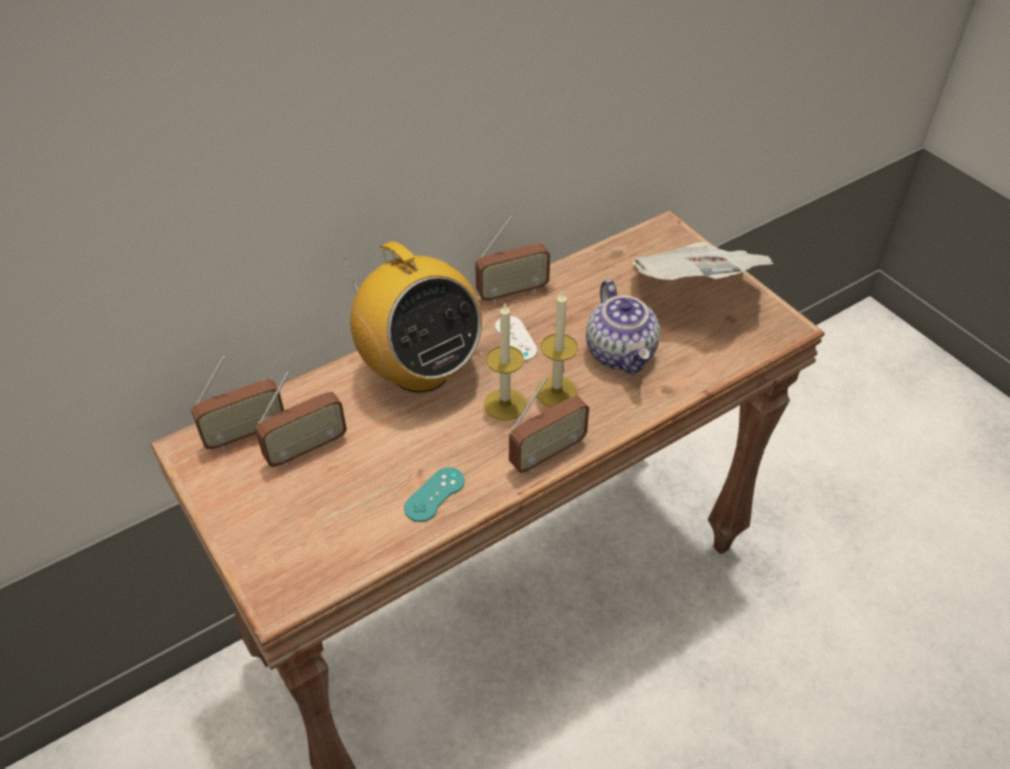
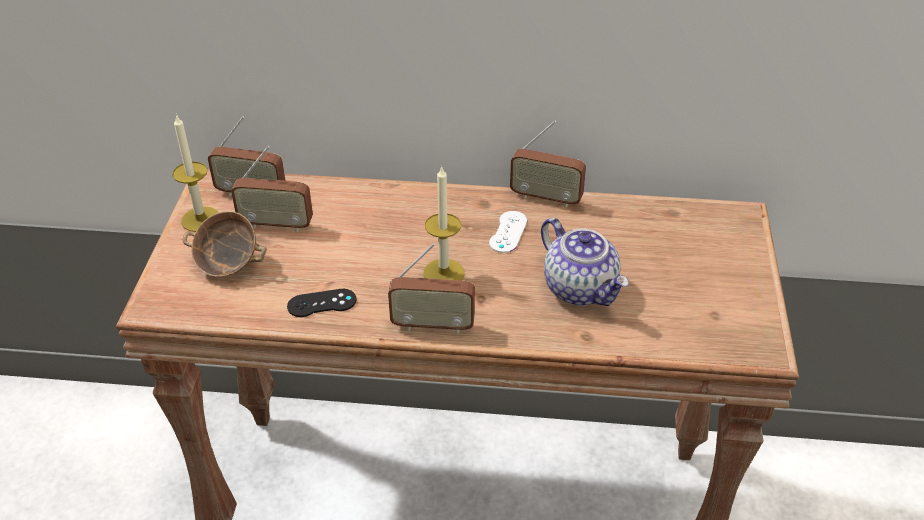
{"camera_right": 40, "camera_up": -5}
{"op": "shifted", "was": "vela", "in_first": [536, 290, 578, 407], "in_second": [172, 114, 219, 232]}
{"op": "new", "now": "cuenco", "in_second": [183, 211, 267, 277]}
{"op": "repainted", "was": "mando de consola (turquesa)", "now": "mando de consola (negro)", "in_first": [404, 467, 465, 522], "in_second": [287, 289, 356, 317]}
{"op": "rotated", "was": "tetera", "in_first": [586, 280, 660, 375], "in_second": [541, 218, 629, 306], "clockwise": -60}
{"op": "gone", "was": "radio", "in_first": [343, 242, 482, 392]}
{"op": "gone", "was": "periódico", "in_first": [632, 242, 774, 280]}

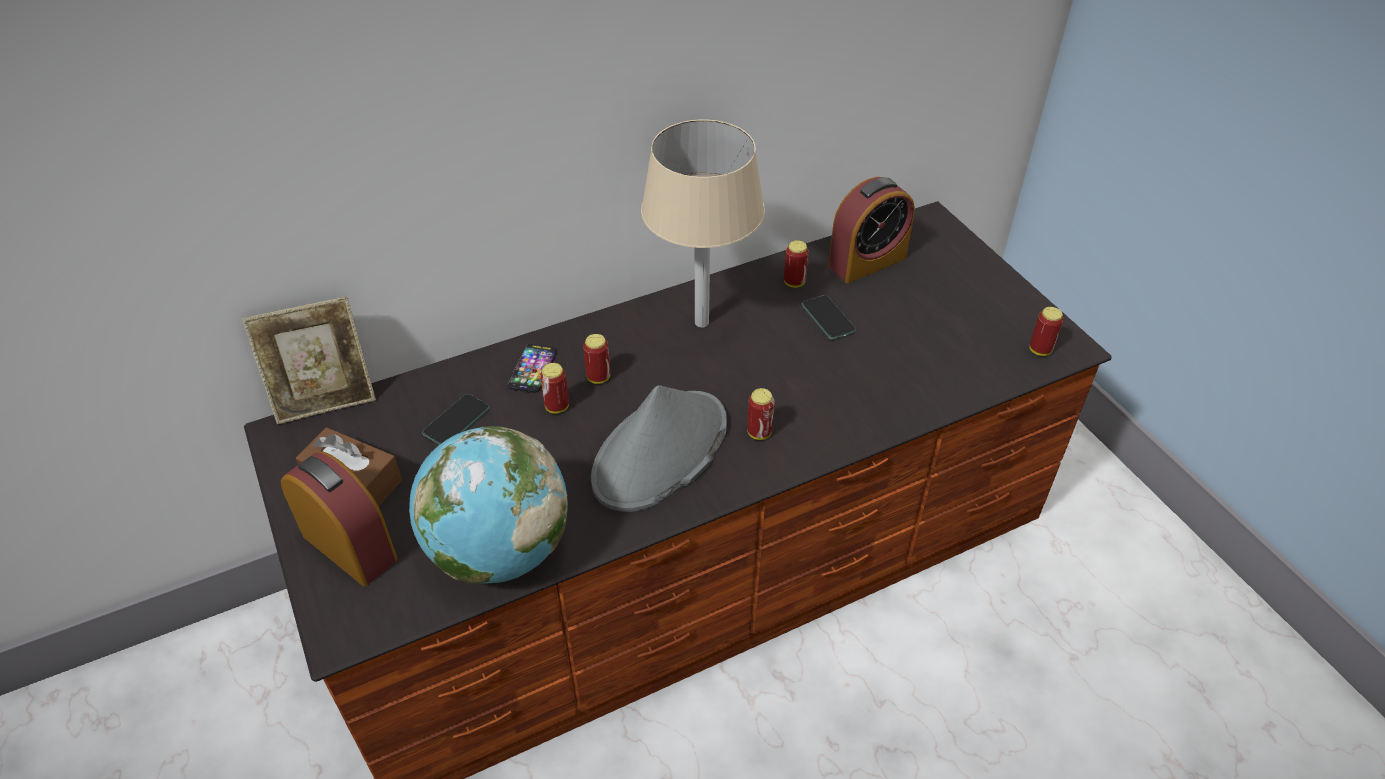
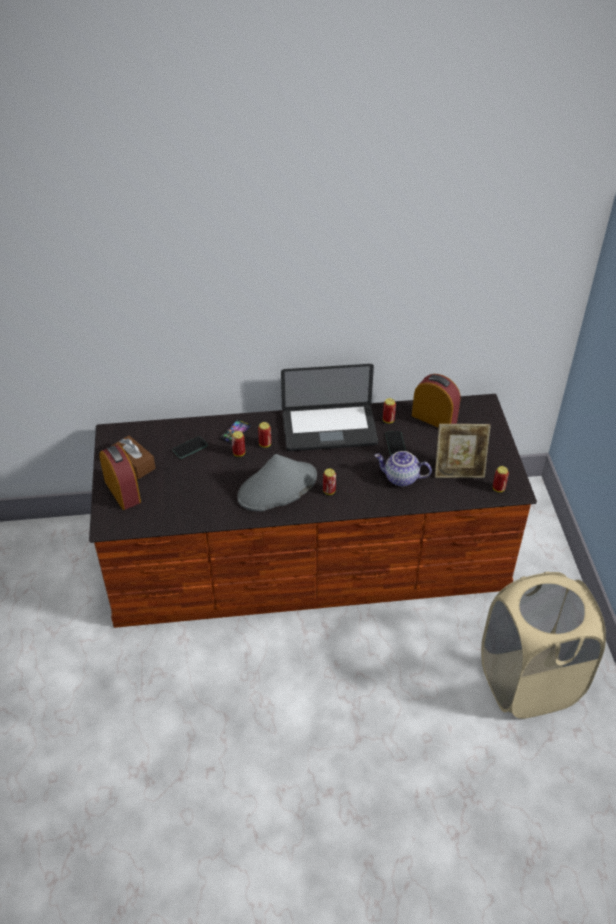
{"camera_right": 20, "camera_up": 0}
{"op": "swapped", "was": "lámpara de mesa (beis)", "now": "portátil", "in_first": [641, 119, 765, 328], "in_second": [281, 364, 378, 451]}
{"op": "new", "now": "tetera", "in_second": [374, 451, 432, 487]}
{"op": "rotated", "was": "despertador", "in_first": [828, 177, 915, 283], "in_second": [412, 374, 461, 428], "clockwise": -135}
{"op": "shifted", "was": "portarretratos", "in_first": [242, 297, 376, 424], "in_second": [435, 424, 491, 478]}
{"op": "new", "now": "cesto de la ropa (beis)", "in_second": [481, 571, 606, 719]}
{"op": "gone", "was": "globo terráqueo", "in_first": [409, 426, 568, 584]}

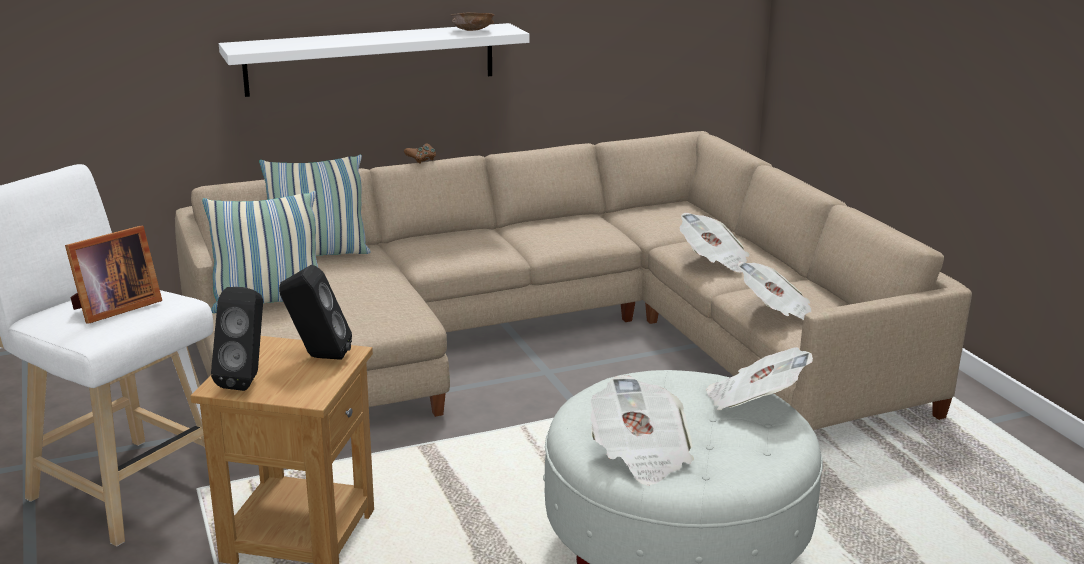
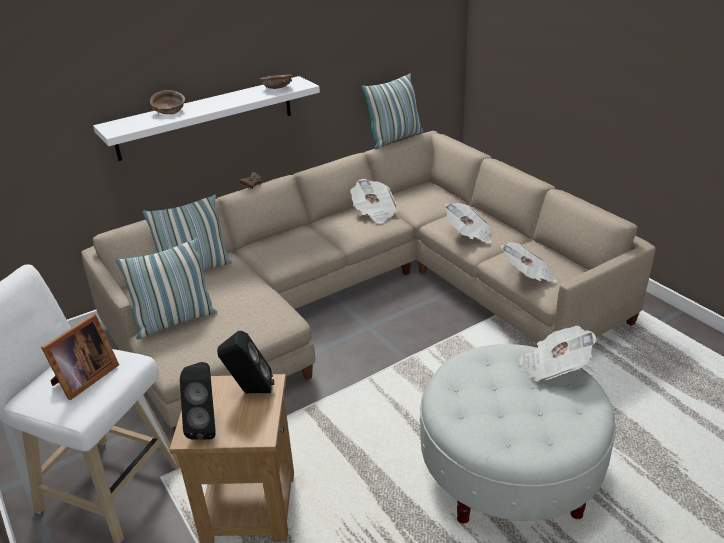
{"camera_right": -10, "camera_up": 10}
{"op": "new", "now": "cuenco (marrón)", "in_second": [150, 90, 185, 114]}
{"op": "shifted", "was": "periódico", "in_first": [590, 375, 694, 486], "in_second": [350, 179, 398, 224]}
{"op": "new", "now": "cojín", "in_second": [362, 73, 423, 150]}

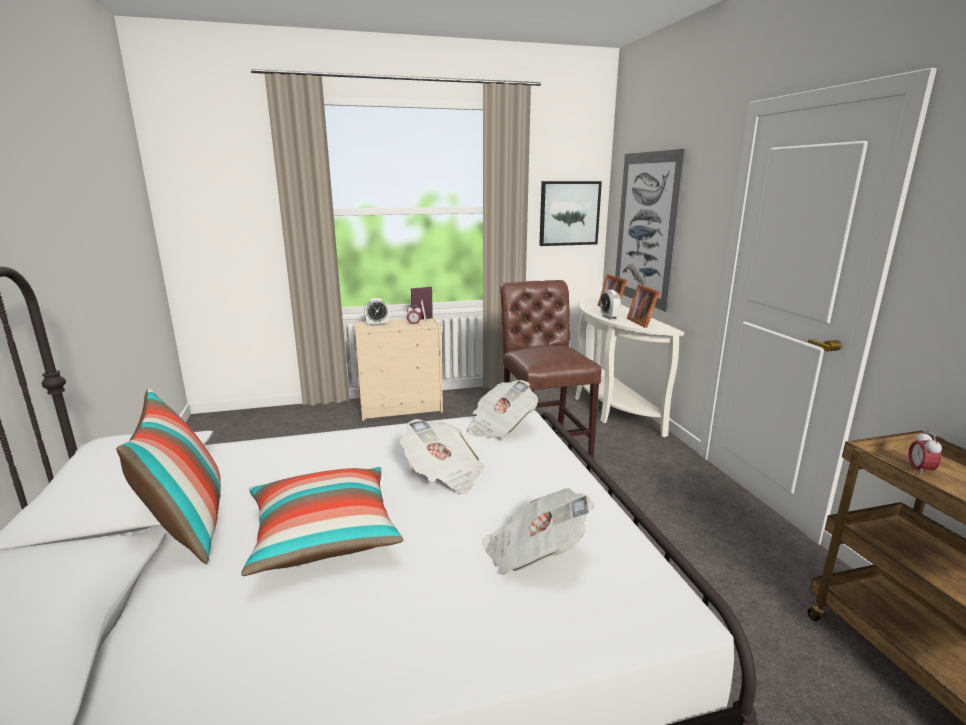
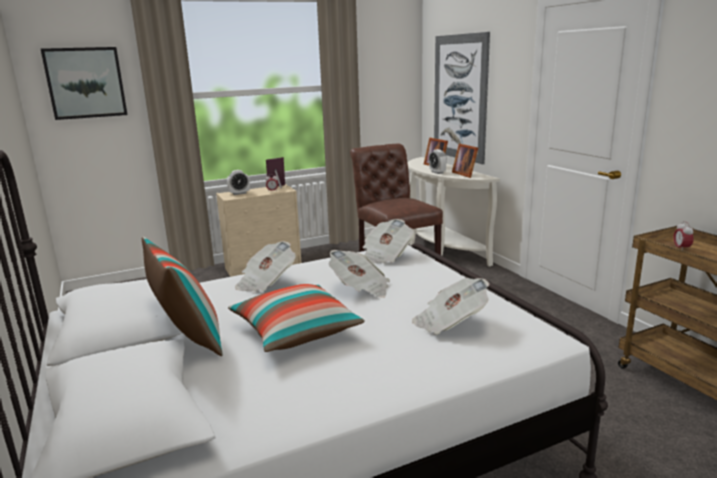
{"camera_right": -10, "camera_up": 0}
{"op": "shifted", "was": "cuadro", "in_first": [539, 181, 602, 246], "in_second": [41, 47, 127, 120]}
{"op": "new", "now": "periódico", "in_second": [235, 241, 296, 292]}

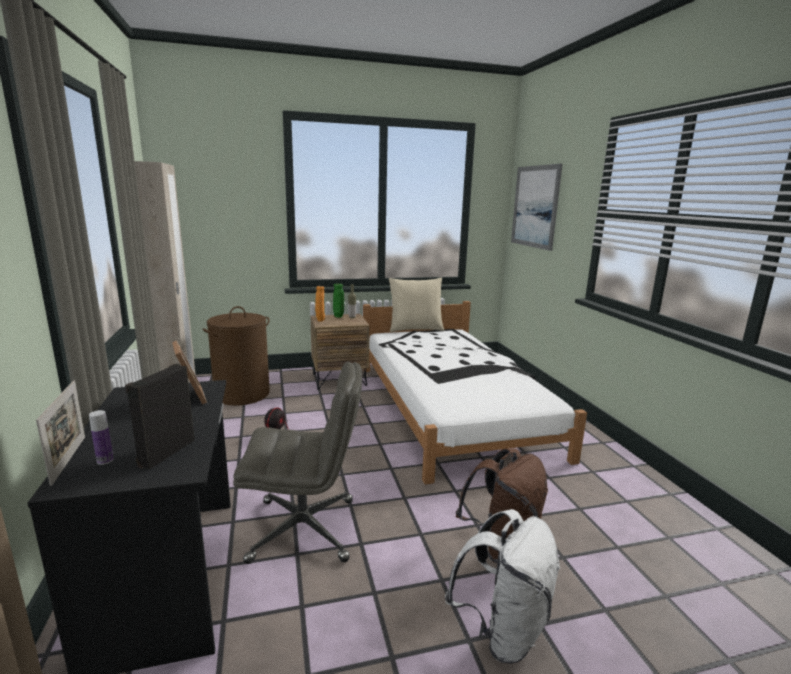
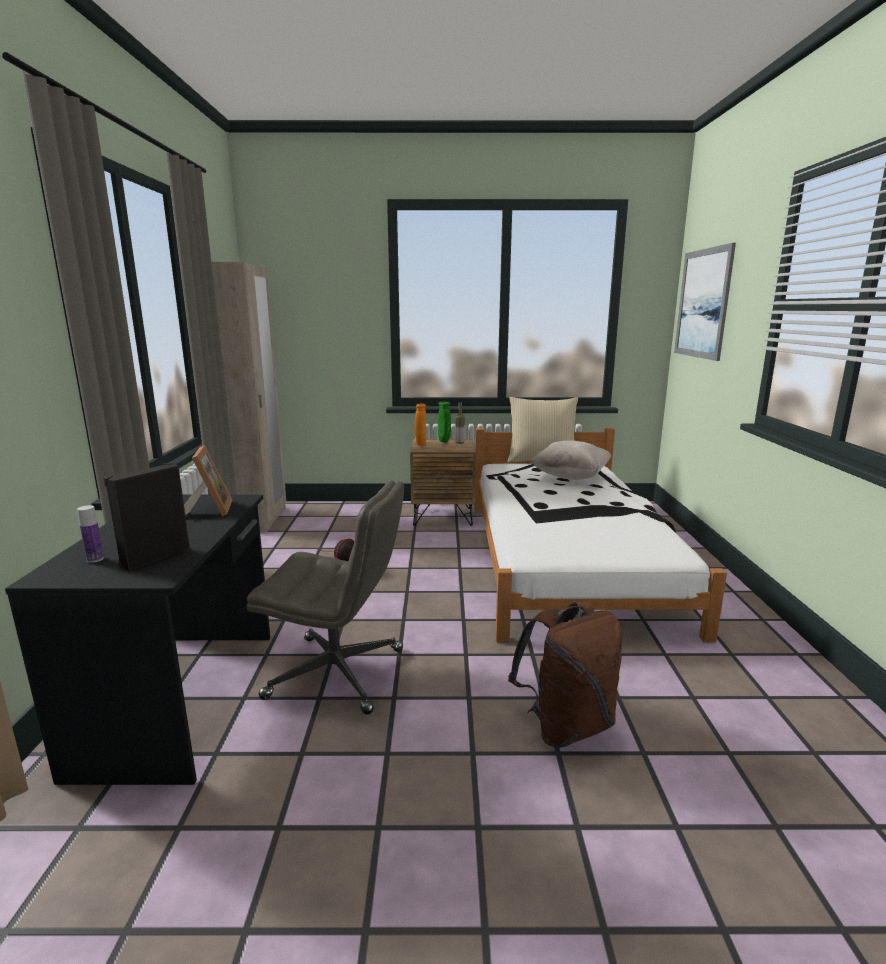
{"camera_right": 15, "camera_up": 0}
{"op": "new", "now": "cojín (beis)", "in_second": [530, 440, 611, 480]}
{"op": "gone", "was": "portarretratos", "in_first": [36, 380, 85, 486]}
{"op": "gone", "was": "cesto de la ropa (marrón)", "in_first": [202, 306, 270, 406]}
{"op": "gone", "was": "mochila (blanco)", "in_first": [445, 509, 561, 664]}

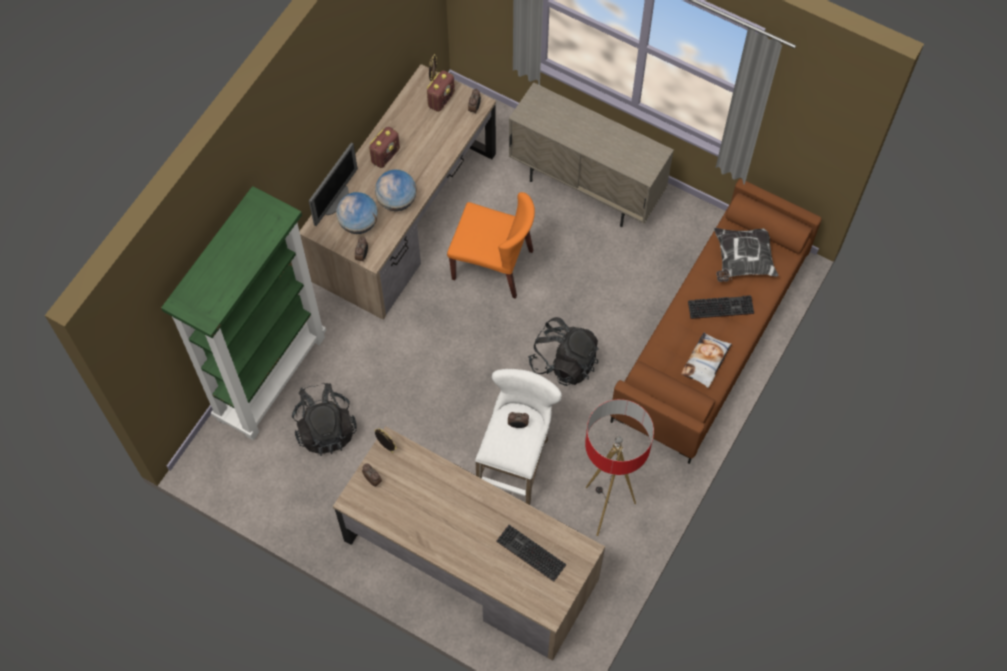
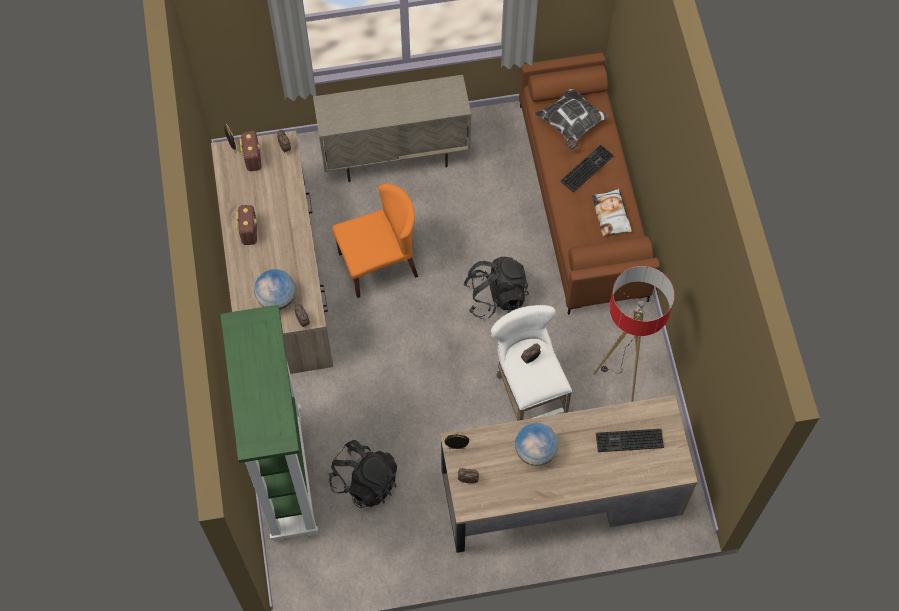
{"camera_right": -40, "camera_up": 0}
{"op": "shifted", "was": "globo terráqueo", "in_first": [375, 170, 417, 211], "in_second": [515, 423, 558, 466]}
{"op": "gone", "was": "monitor", "in_first": [309, 143, 358, 226]}

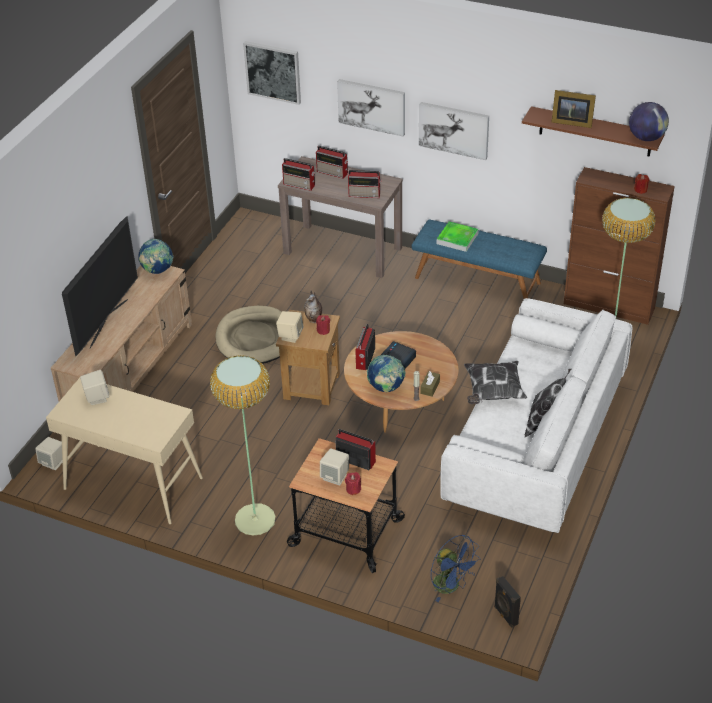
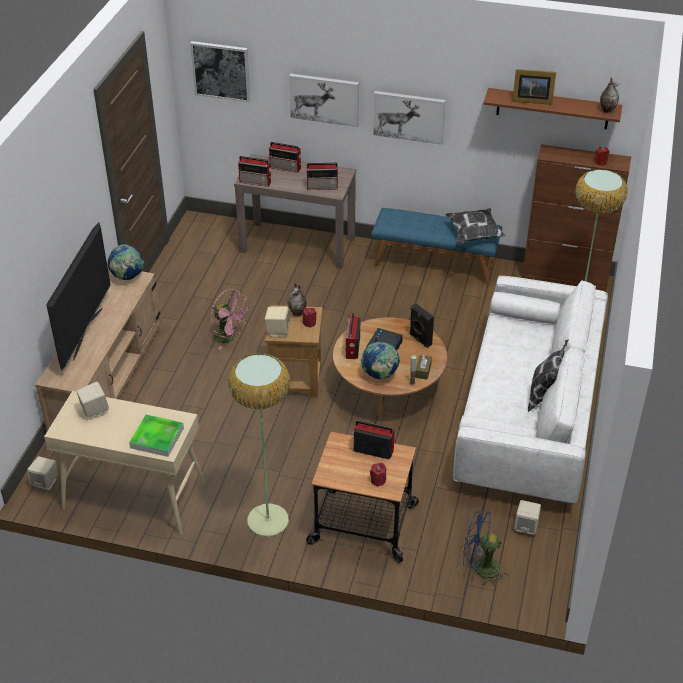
{"camera_right": -10, "camera_up": 0}
{"op": "shifted", "was": "bandeja", "in_first": [437, 221, 479, 252], "in_second": [129, 415, 184, 457]}
{"op": "swapped", "was": "cama para perro (beis)", "now": "ventilador (rosa)", "in_first": [216, 306, 282, 364], "in_second": [211, 289, 249, 350]}
{"op": "shifted", "was": "altavoz (negro)", "in_first": [494, 576, 521, 628], "in_second": [410, 303, 434, 348]}
{"op": "shifted", "was": "cojín", "in_first": [464, 361, 527, 404], "in_second": [445, 208, 506, 244]}
{"op": "rotated", "was": "ventilador (azul)", "in_first": [431, 535, 481, 602], "in_second": [463, 510, 508, 586], "clockwise": 150}
{"op": "shifted", "was": "altavoz (beis)", "in_first": [320, 448, 349, 486], "in_second": [514, 500, 541, 535]}
{"op": "swapped", "was": "globo terráqueo", "now": "florero", "in_first": [629, 102, 669, 141], "in_second": [600, 77, 621, 114]}

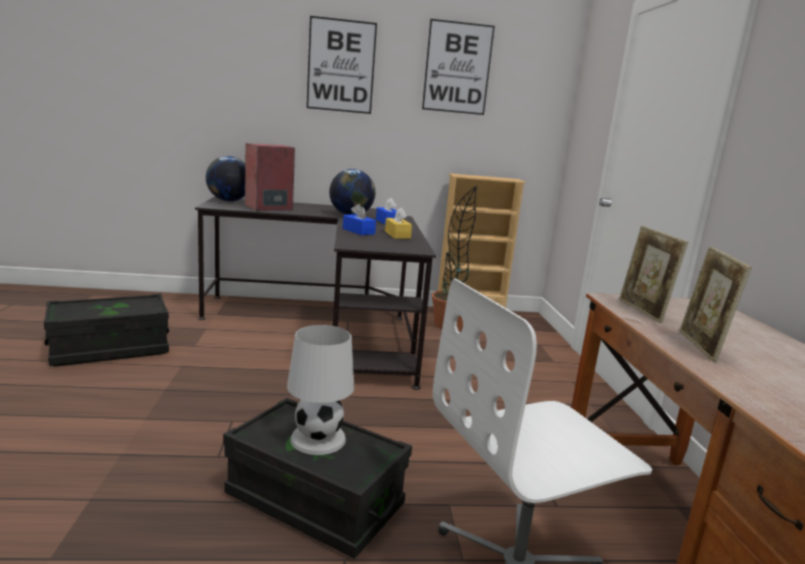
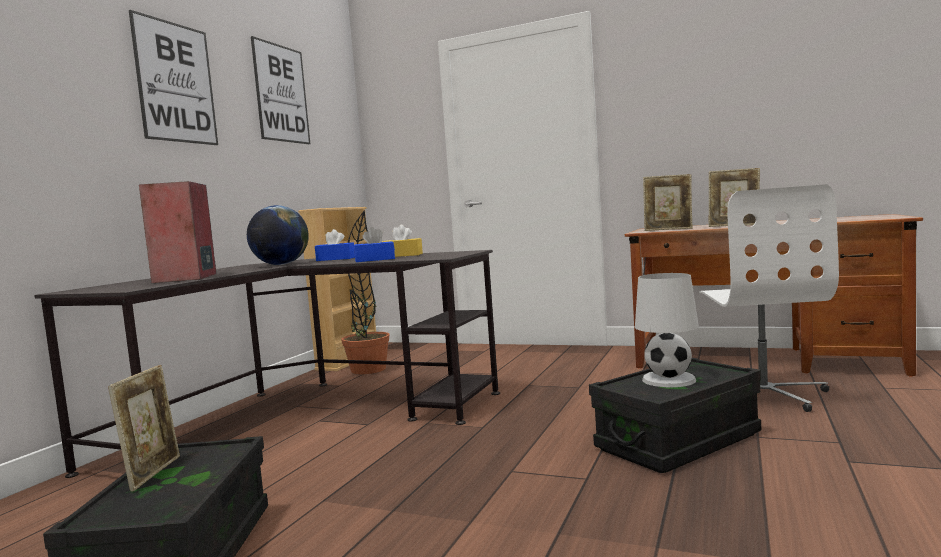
{"camera_right": -60, "camera_up": -10}
{"op": "new", "now": "portarretratos", "in_second": [108, 365, 180, 492]}
{"op": "gone", "was": "globo terráqueo", "in_first": [206, 156, 245, 201]}

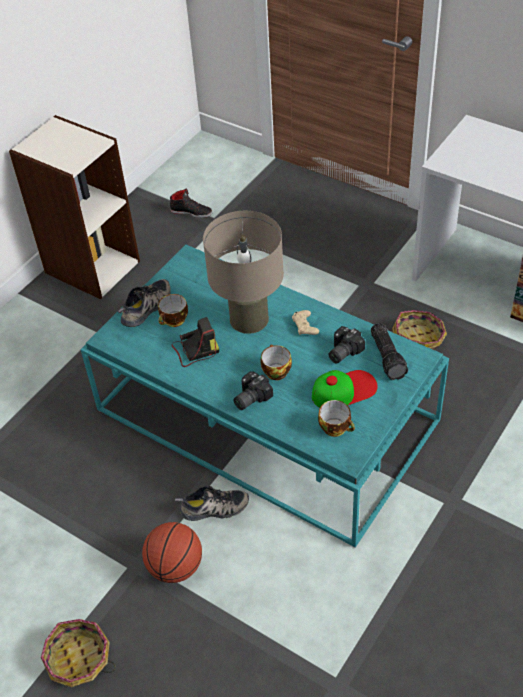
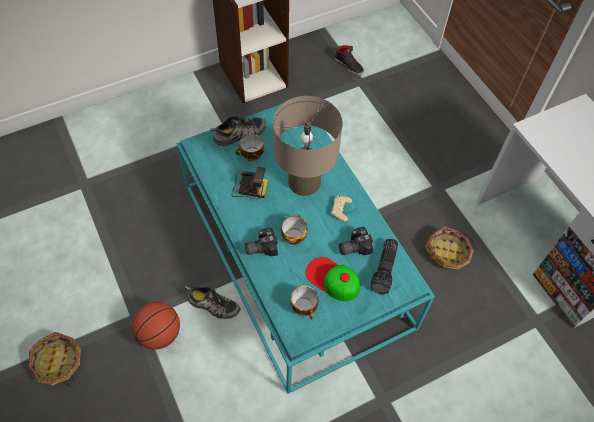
{"camera_right": 25, "camera_up": 10}
{"op": "rotated", "was": "gorra", "in_first": [312, 370, 378, 407], "in_second": [306, 257, 360, 301], "clockwise": -150}

